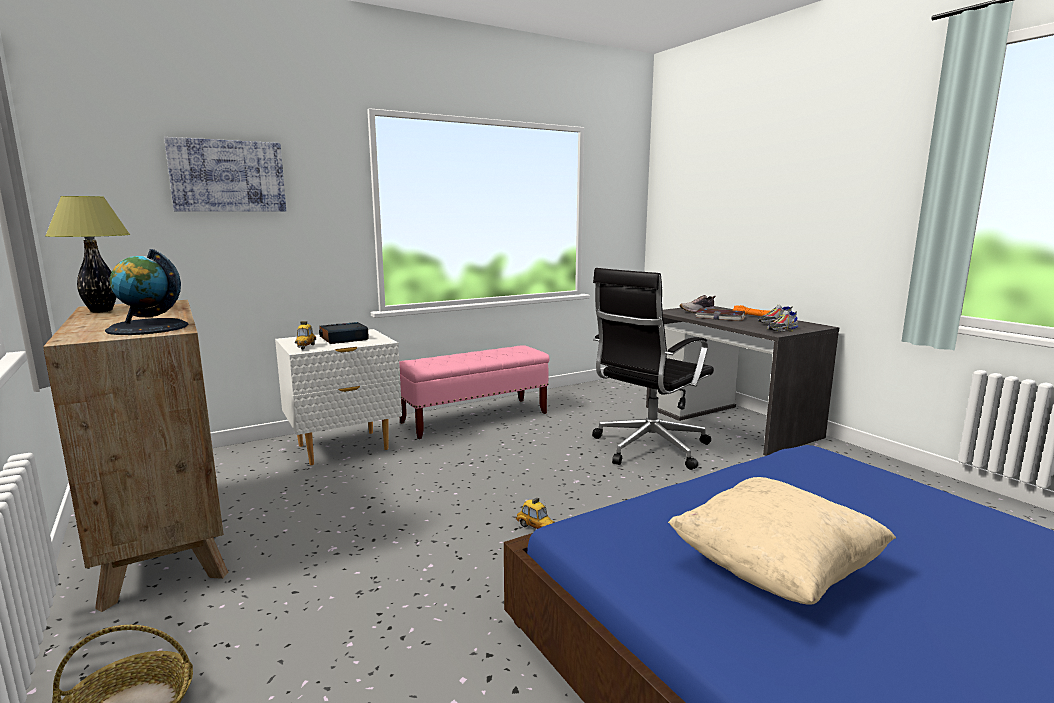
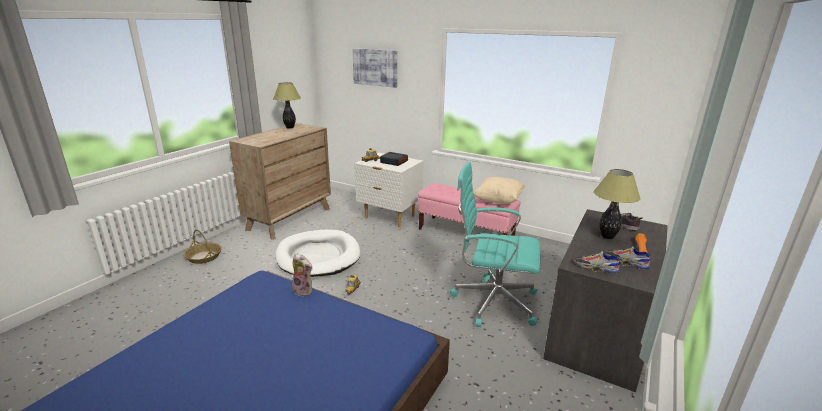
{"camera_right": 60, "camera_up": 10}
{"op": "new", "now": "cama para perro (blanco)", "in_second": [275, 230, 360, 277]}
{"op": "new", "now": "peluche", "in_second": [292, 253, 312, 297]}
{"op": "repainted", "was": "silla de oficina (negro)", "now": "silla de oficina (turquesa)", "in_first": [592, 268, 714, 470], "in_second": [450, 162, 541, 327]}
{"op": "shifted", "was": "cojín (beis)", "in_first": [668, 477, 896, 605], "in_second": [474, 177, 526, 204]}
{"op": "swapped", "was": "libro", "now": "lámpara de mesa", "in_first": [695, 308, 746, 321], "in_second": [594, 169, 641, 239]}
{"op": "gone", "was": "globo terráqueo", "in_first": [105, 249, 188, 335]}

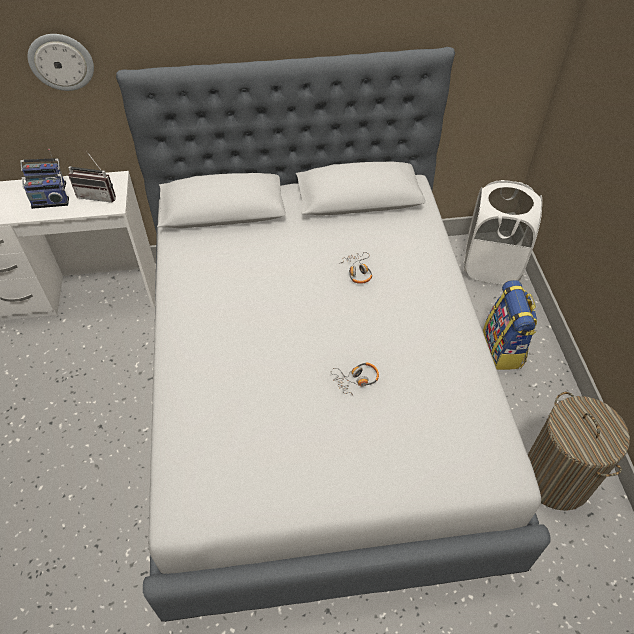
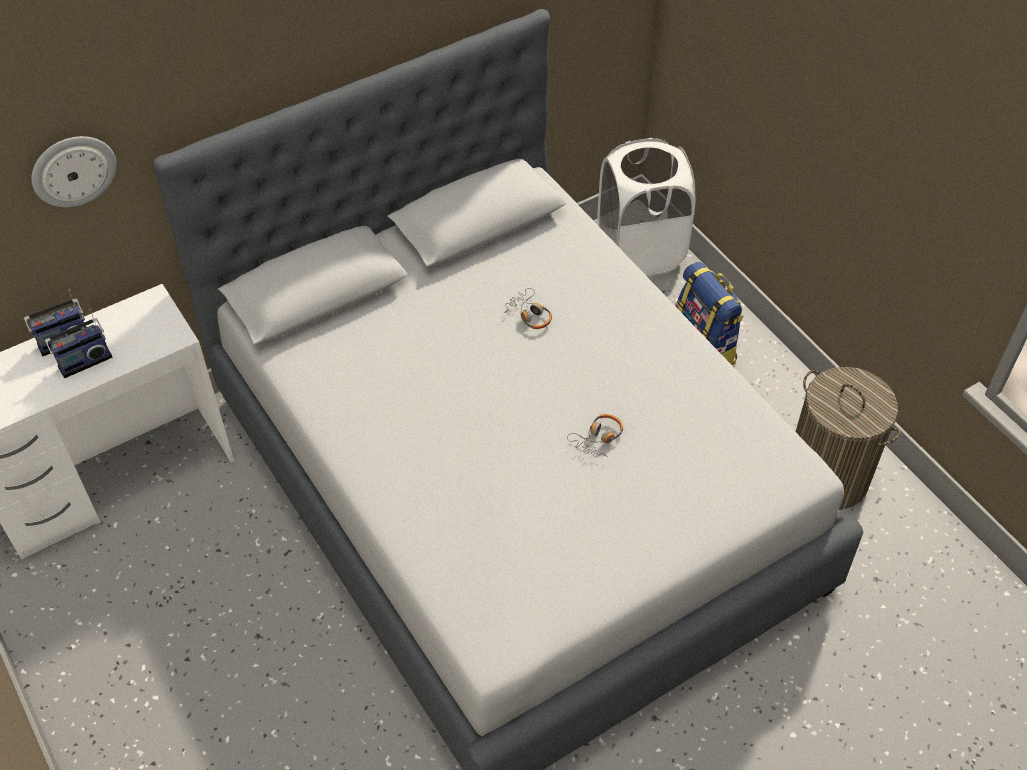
{"camera_right": -25, "camera_up": 0}
{"op": "gone", "was": "radio", "in_first": [69, 151, 116, 203]}

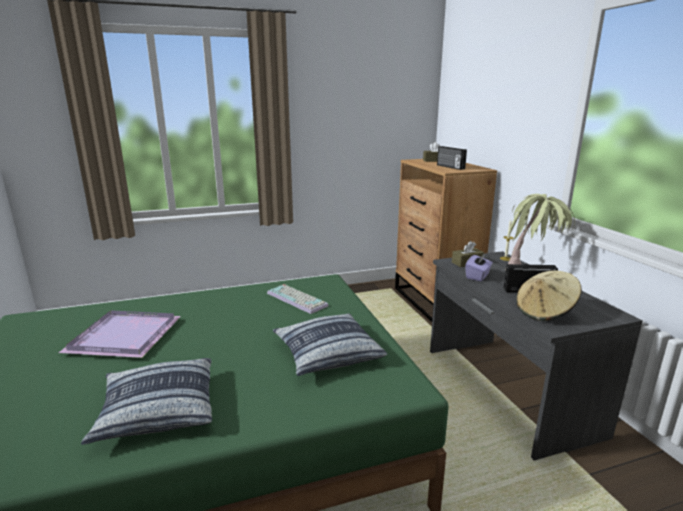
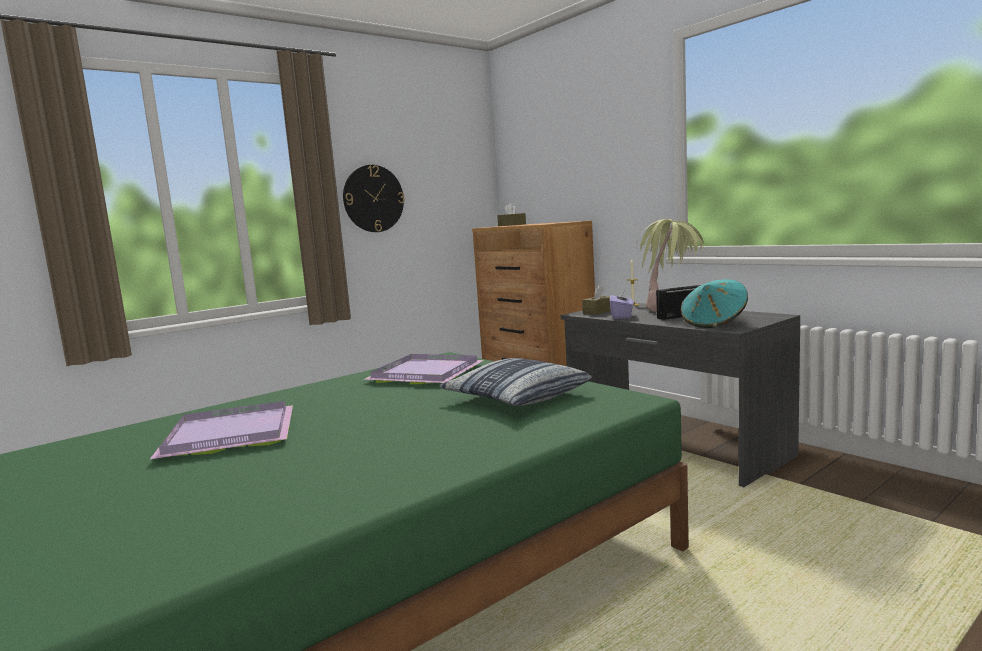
{"camera_right": -20, "camera_up": -10}
{"op": "new", "now": "reloj de pared", "in_second": [343, 165, 405, 232]}
{"op": "swapped", "was": "teclado", "now": "bandeja (morado)", "in_first": [267, 284, 329, 314], "in_second": [363, 354, 484, 384]}
{"op": "repainted", "was": "sombrero (beis)", "now": "sombrero (turquesa)", "in_first": [516, 271, 582, 321], "in_second": [681, 279, 748, 328]}
{"op": "gone", "was": "cojín", "in_first": [81, 358, 212, 445]}
{"op": "gone", "was": "radio", "in_first": [437, 146, 467, 170]}

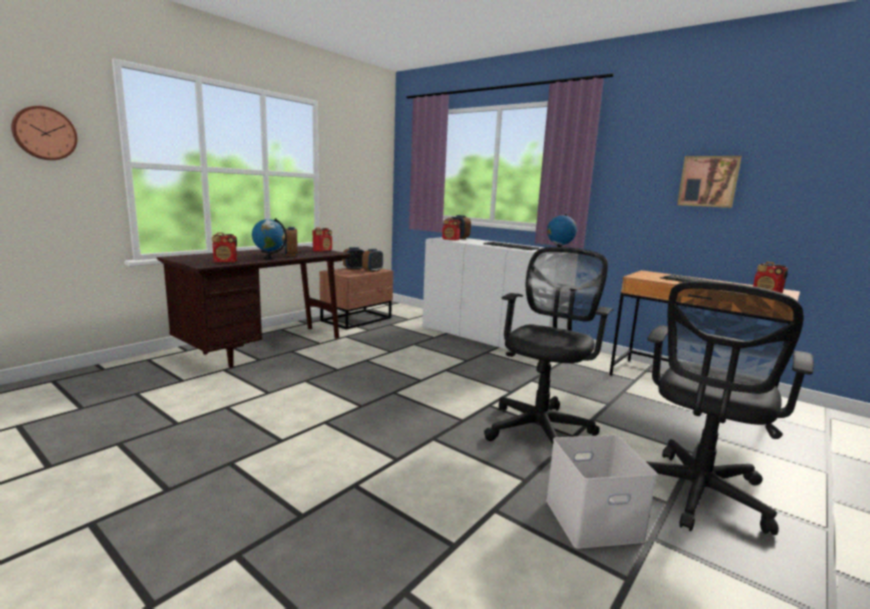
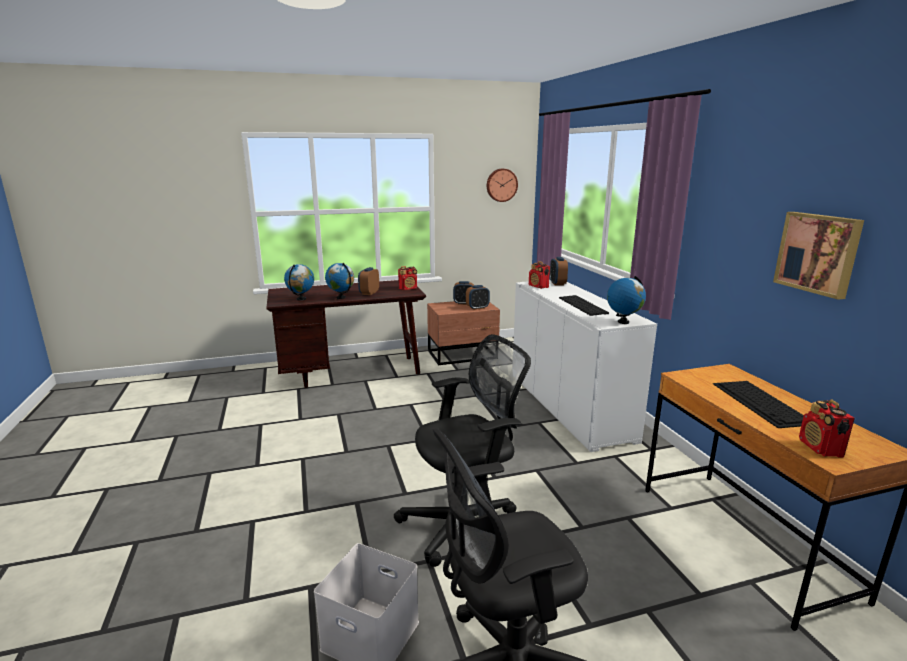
{"camera_right": 35, "camera_up": 5}
{"op": "swapped", "was": "radio", "now": "globo terráqueo", "in_first": [212, 232, 237, 262], "in_second": [284, 264, 314, 301]}
{"op": "shifted", "was": "reloj de pared", "in_first": [11, 106, 78, 160], "in_second": [487, 169, 518, 202]}

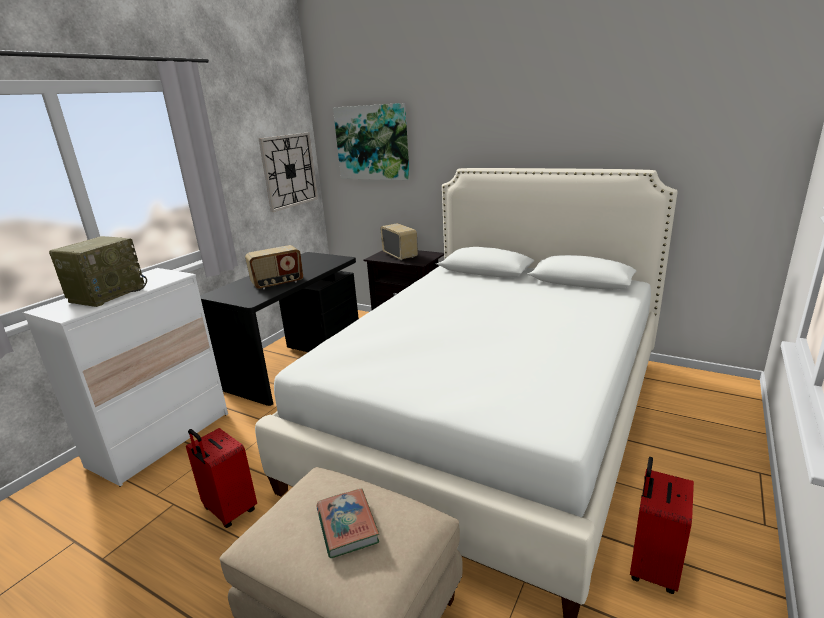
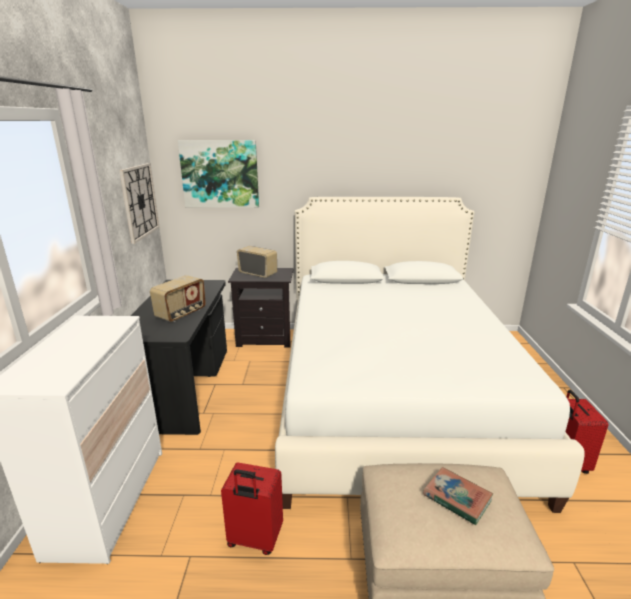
{"camera_right": -30, "camera_up": 0}
{"op": "gone", "was": "radio", "in_first": [49, 236, 147, 307]}

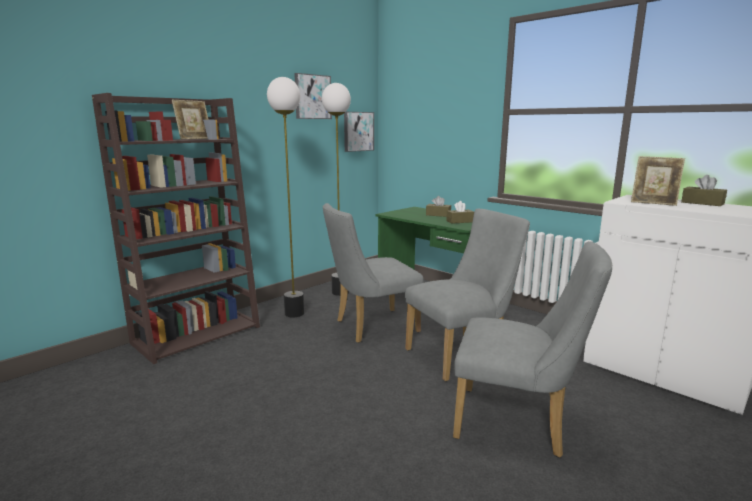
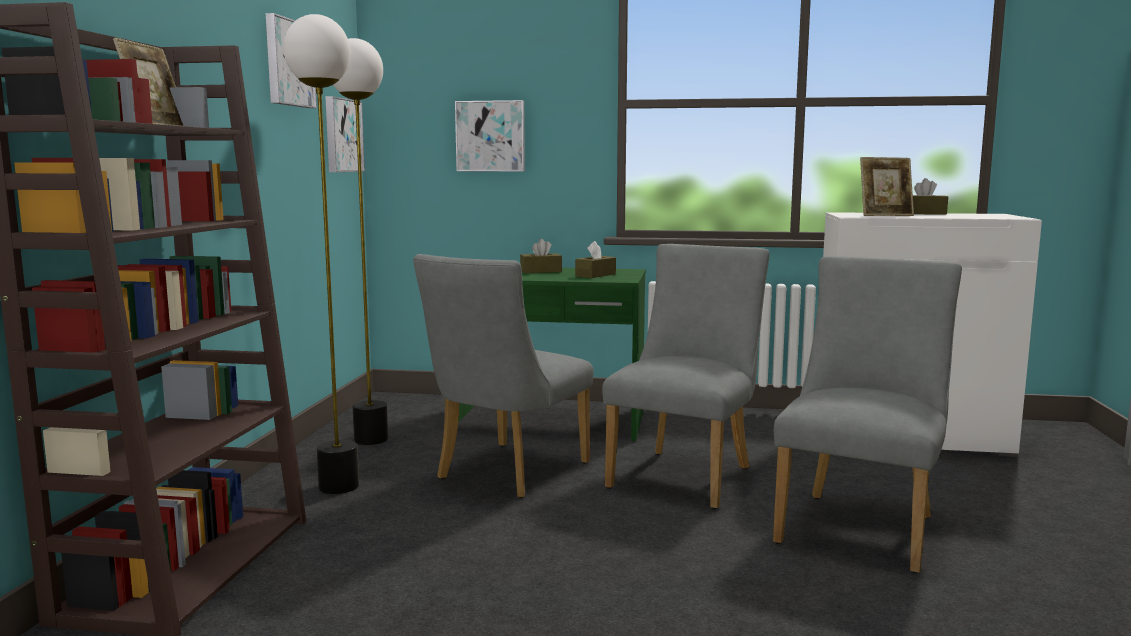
{"camera_right": -35, "camera_up": -5}
{"op": "new", "now": "cuadro", "in_second": [455, 100, 525, 171]}
{"op": "rotated", "was": "silla (gris)", "in_first": [453, 241, 612, 458], "in_second": [773, 256, 962, 573], "clockwise": -45}

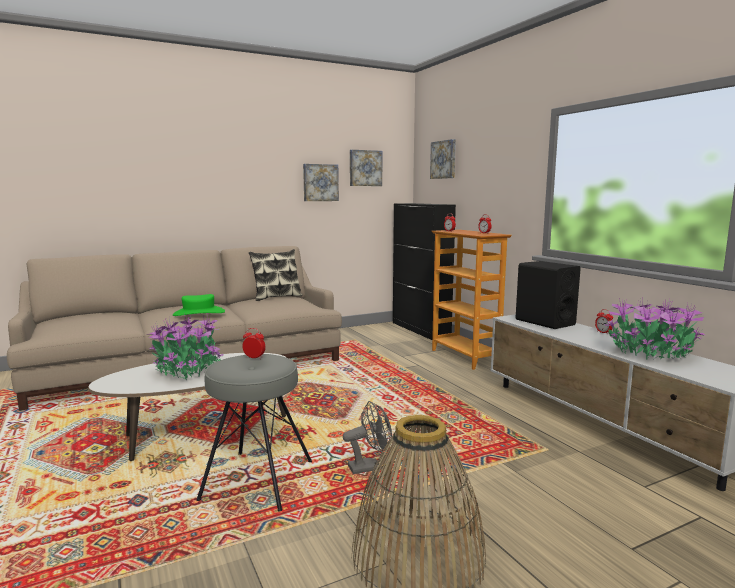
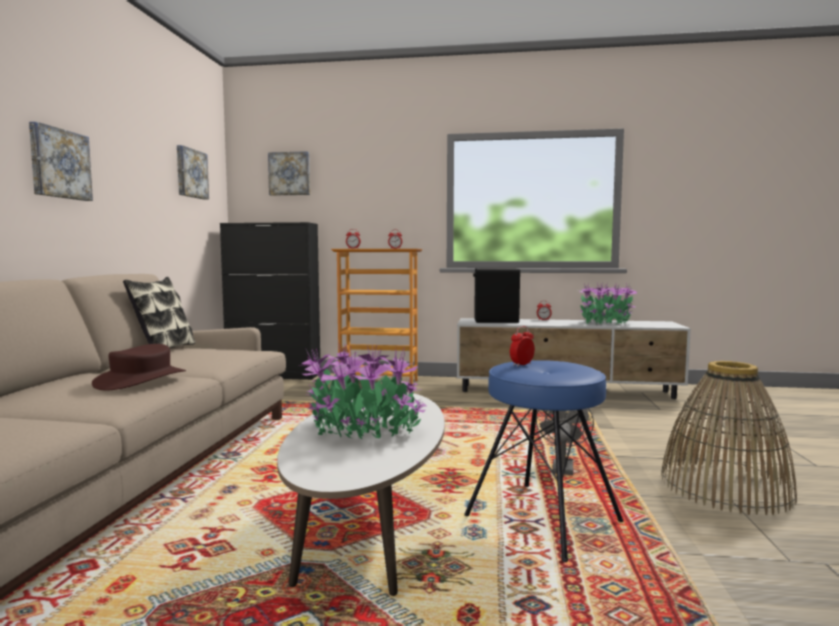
{"camera_right": -55, "camera_up": -5}
{"op": "shifted", "was": "cuadro", "in_first": [303, 164, 339, 201], "in_second": [29, 122, 93, 201]}
{"op": "repainted", "was": "sombrero (verde)", "now": "sombrero (marrón)", "in_first": [173, 294, 225, 316], "in_second": [92, 344, 186, 390]}
{"op": "repainted", "was": "taburete (gris)", "now": "taburete (azul)", "in_first": [196, 354, 312, 511], "in_second": [464, 360, 623, 562]}

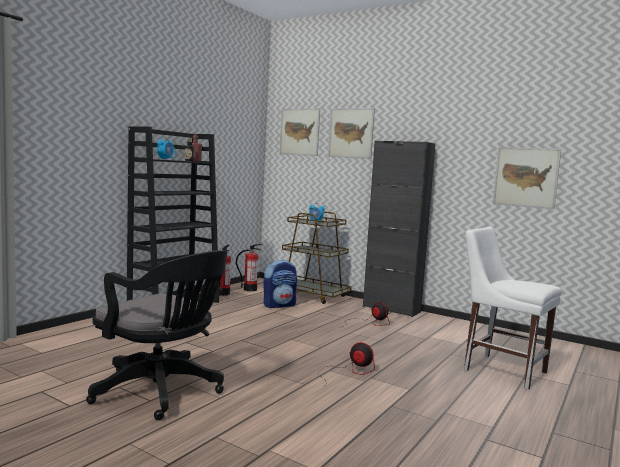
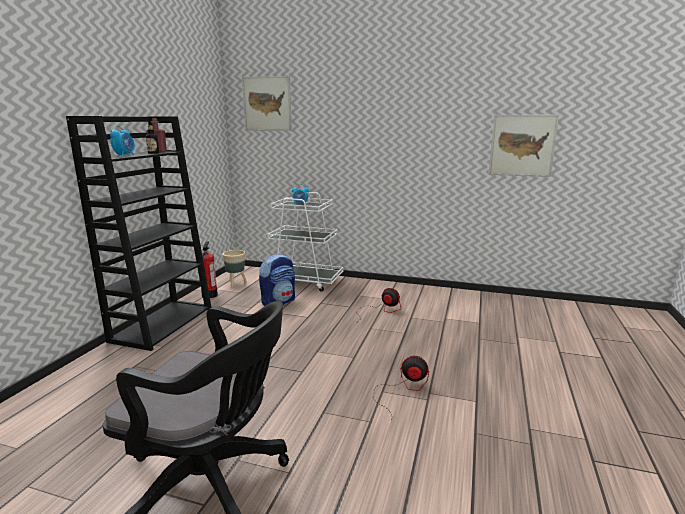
{"camera_right": -15, "camera_up": 10}
{"op": "swapped", "was": "extintor", "now": "maceta (beis)", "in_first": [236, 244, 262, 291], "in_second": [223, 250, 247, 288]}
{"op": "repainted", "was": "carrito (marrón)", "now": "carrito (blanco)", "in_first": [282, 211, 352, 304], "in_second": [267, 192, 343, 292]}
{"op": "gone", "was": "cuadro", "in_first": [328, 108, 375, 159]}
{"op": "gone", "was": "armario (negro)", "in_first": [363, 141, 436, 317]}
{"op": "gone", "was": "silla (blanco)", "in_first": [464, 227, 562, 390]}

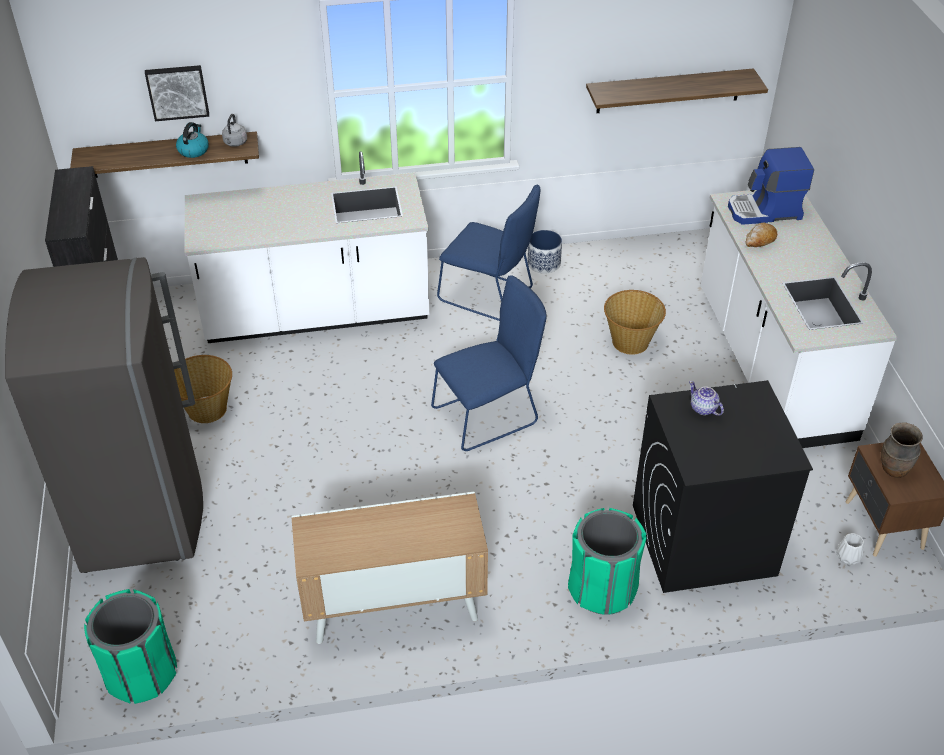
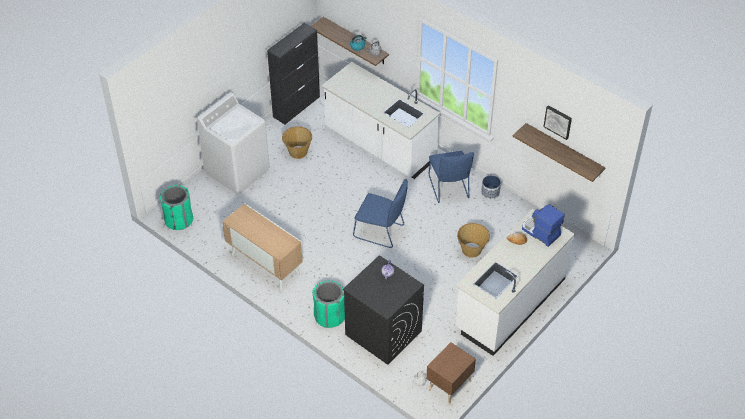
{"camera_right": 50, "camera_up": 5}
{"op": "swapped", "was": "nevera (gris)", "now": "lavadora (blanco)", "in_first": [5, 257, 203, 573], "in_second": [197, 92, 270, 195]}
{"op": "shifted", "was": "cuadro", "in_first": [145, 65, 209, 121], "in_second": [543, 105, 572, 140]}
{"op": "gone", "was": "florero (marrón)", "in_first": [881, 422, 923, 478]}

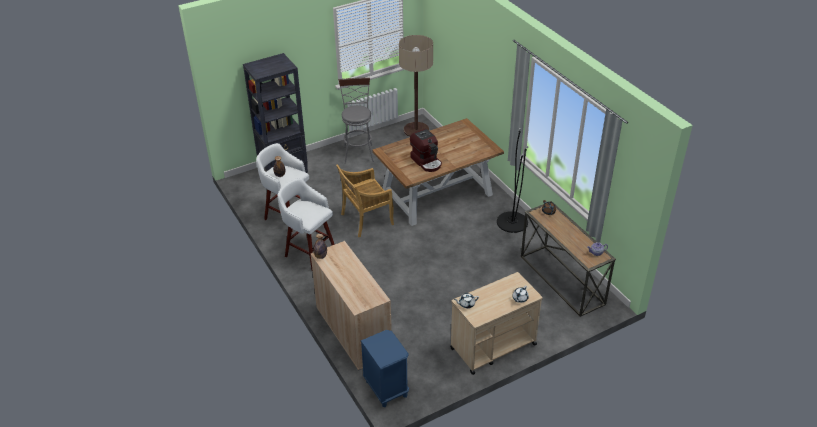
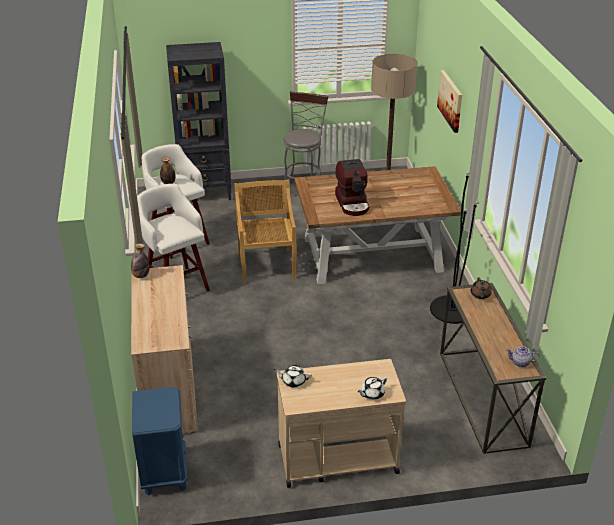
{"camera_right": 20, "camera_up": -5}
{"op": "rotated", "was": "silla (beis)", "in_first": [336, 164, 394, 237], "in_second": [234, 180, 297, 283], "clockwise": 90}
{"op": "new", "now": "cuadro", "in_second": [437, 70, 462, 133]}

